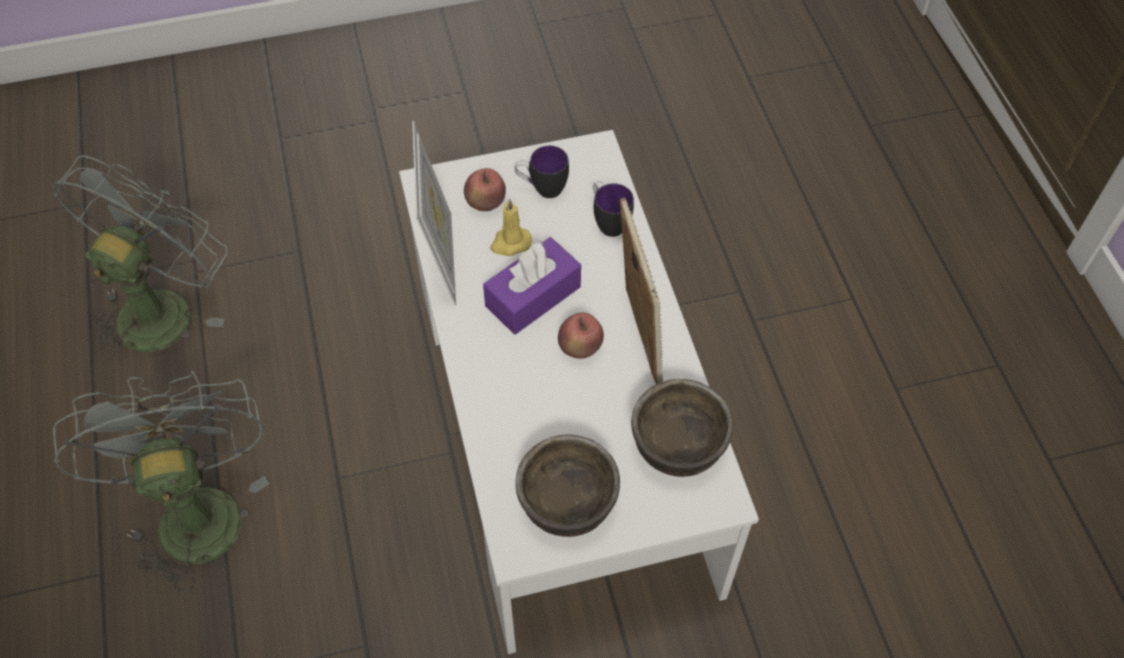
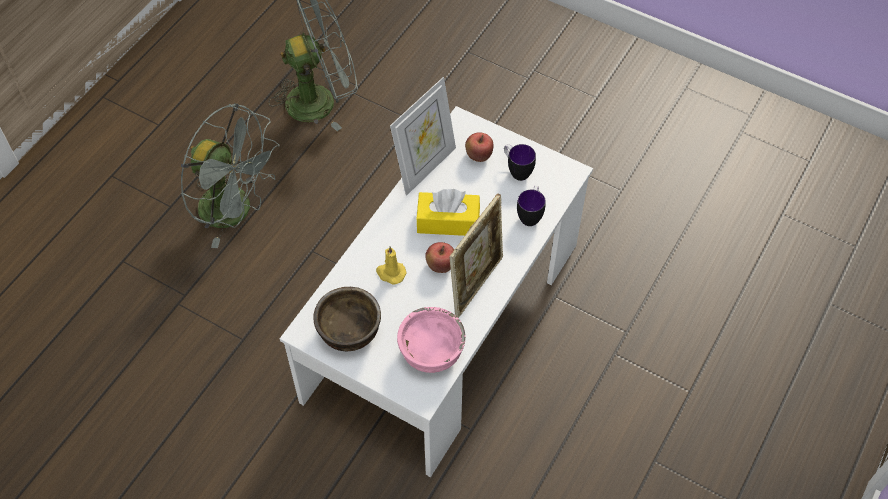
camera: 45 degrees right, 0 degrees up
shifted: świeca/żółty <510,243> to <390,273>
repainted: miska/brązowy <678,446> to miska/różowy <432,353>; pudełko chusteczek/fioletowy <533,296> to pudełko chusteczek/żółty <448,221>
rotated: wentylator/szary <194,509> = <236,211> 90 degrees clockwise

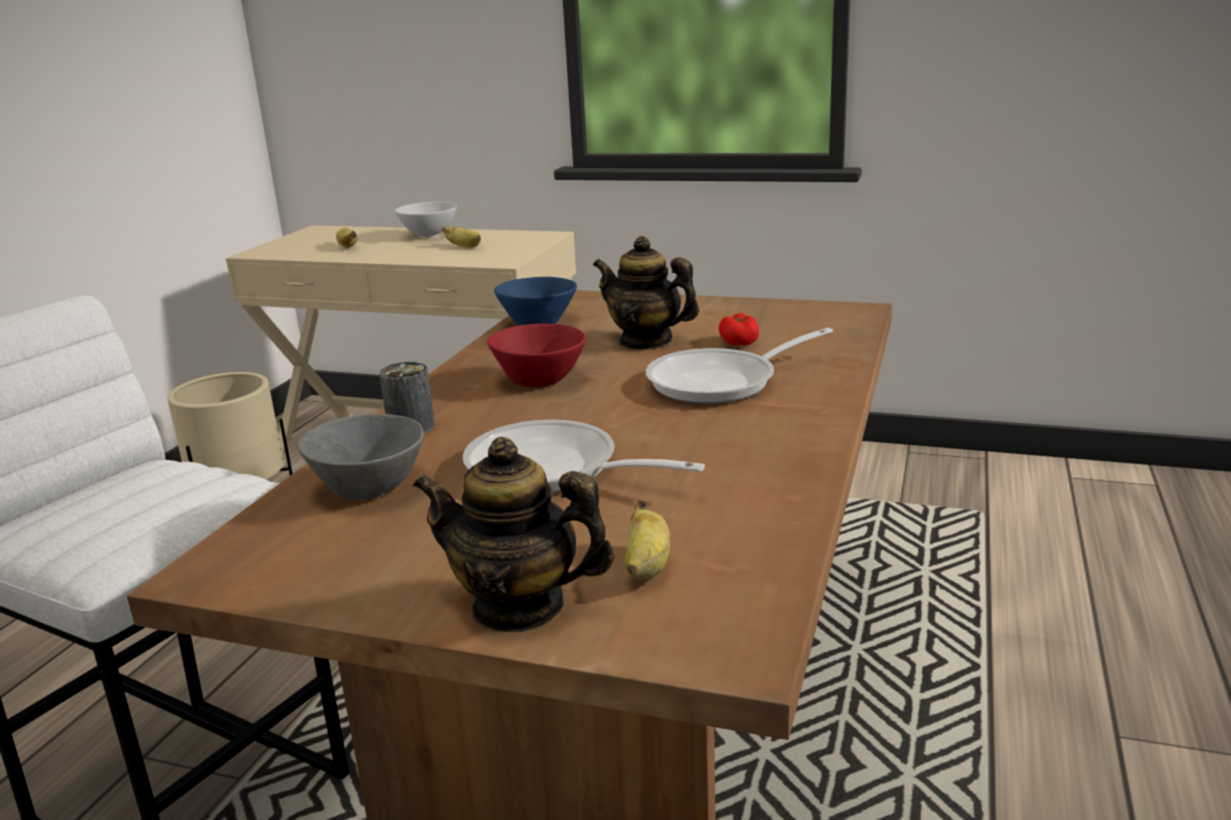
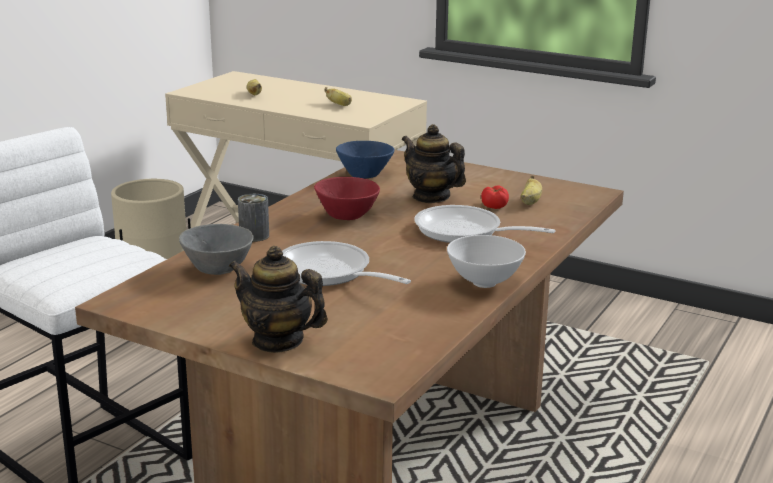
camera: 10 degrees right, 0 degrees up
shifted: miska/biały <430,236> to <485,282>; banan <646,567> to <530,202>
rotated: patelnia <722,382> = <465,232> 45 degrees clockwise

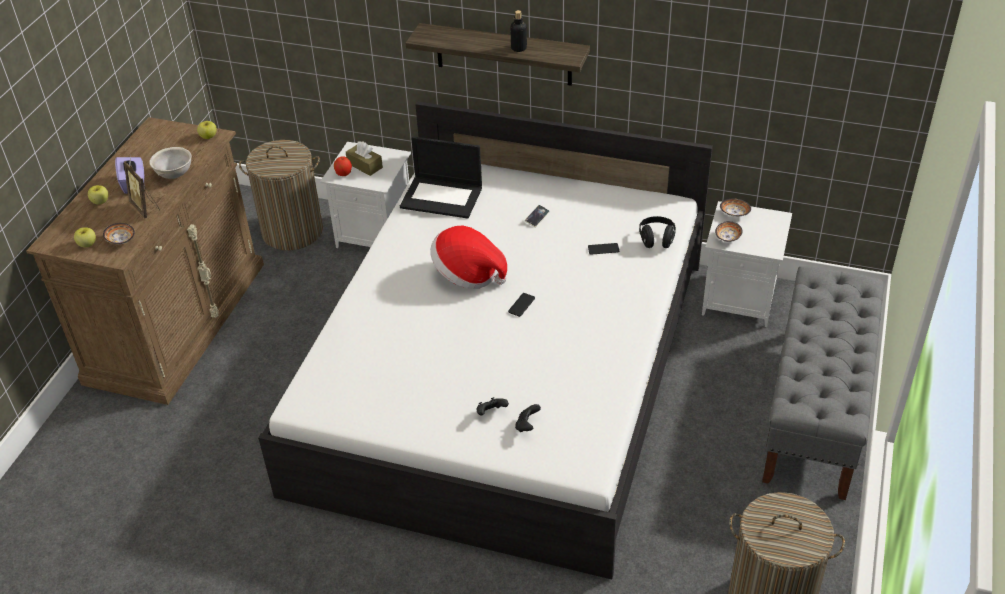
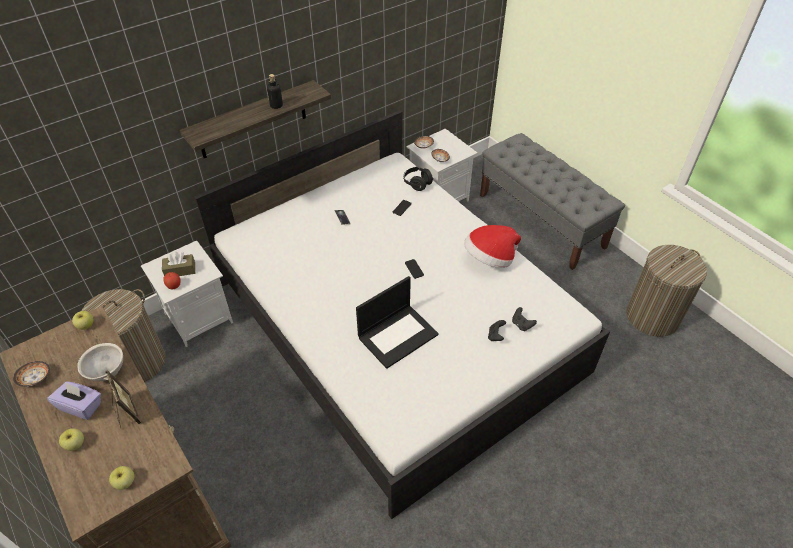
camera: 55 degrees left, 5 degrees up
shifted: miska <121,240> to <35,379>; laptop <442,197> to <398,335>; kapelusz <467,274> to <489,259>
rotated: ramka na zdjęcie <145,208> = <127,413> 120 degrees counterclockwise

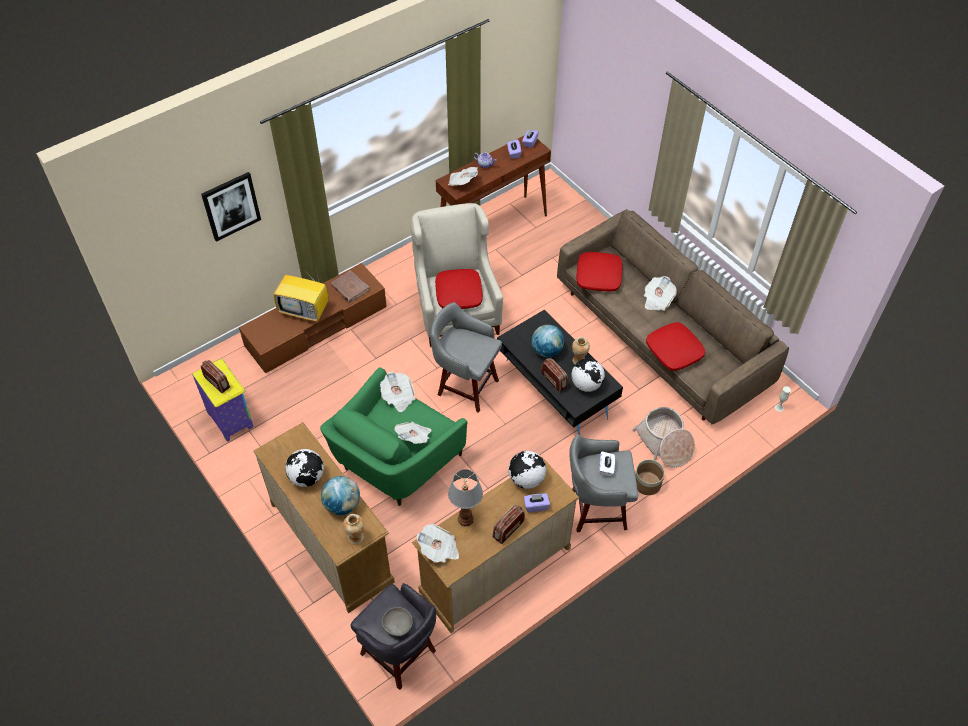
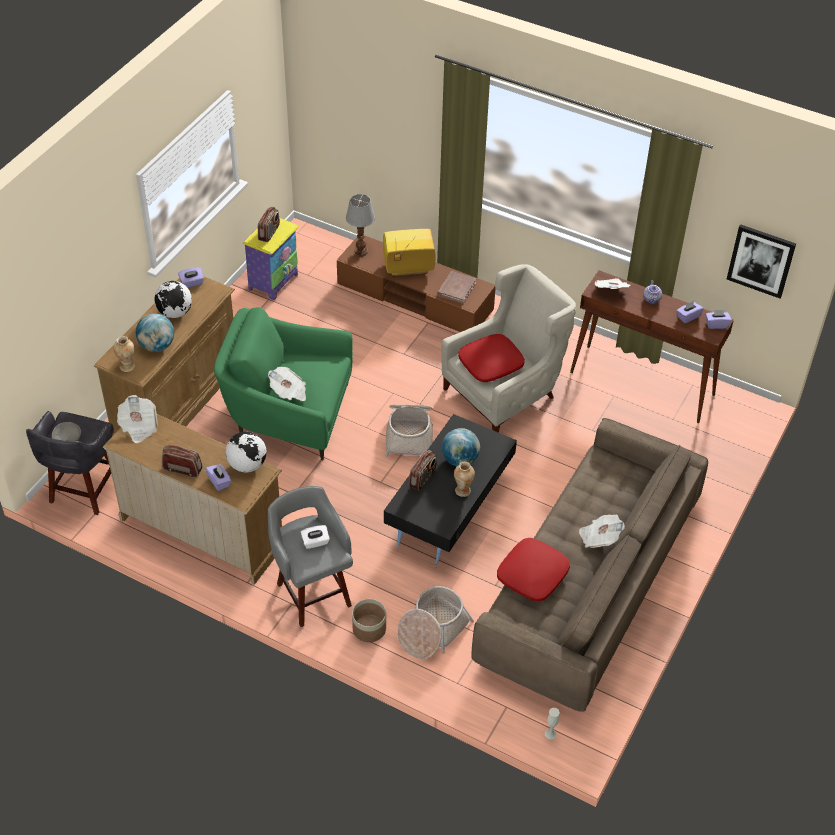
camera: 65 degrees right, 5 degrees down
gone: gazeta <398,397>; globus <586,384>; poduszka/czerwony <598,276>
new: pudełko chusteczek/fioletowy <192,283>
shifted: lampa stołowa <466,519> to <361,252>; obraz <231,206> to <761,260>
swapped: stołek/szary <465,386> to koszyk <409,434>
rotated: telewizor <305,311> = <407,269> 90 degrees clockwise

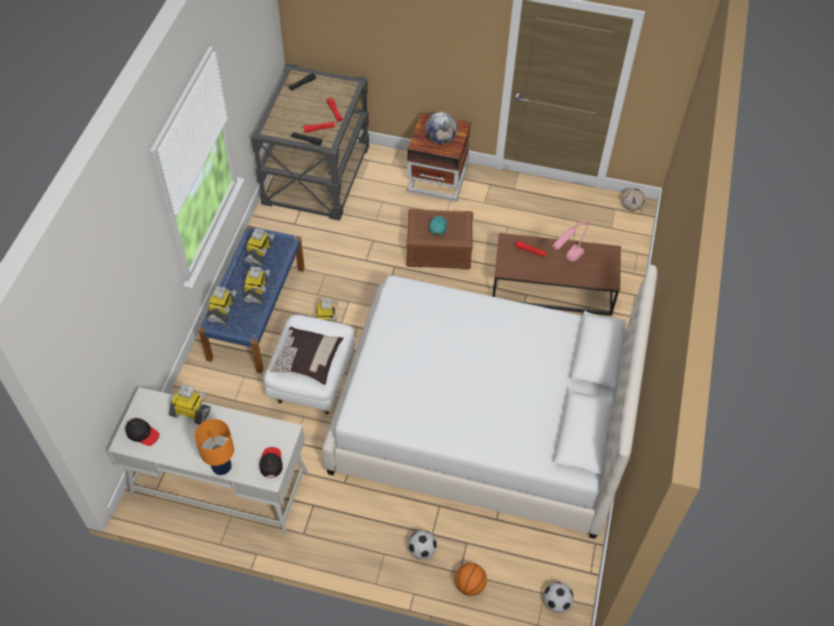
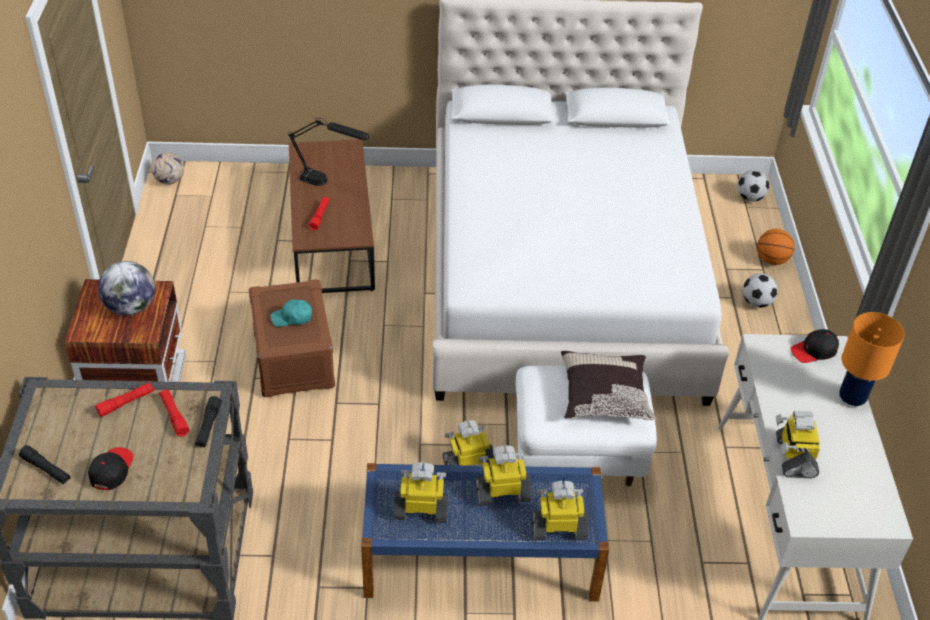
camera: 105 degrees left, 10 degrees down
shifted: czapka z daszkiem/czarny <142,434> to <111,470>
repainted: lampa stołowa/różowy <566,262> to lampa stołowa/czarny <329,184>

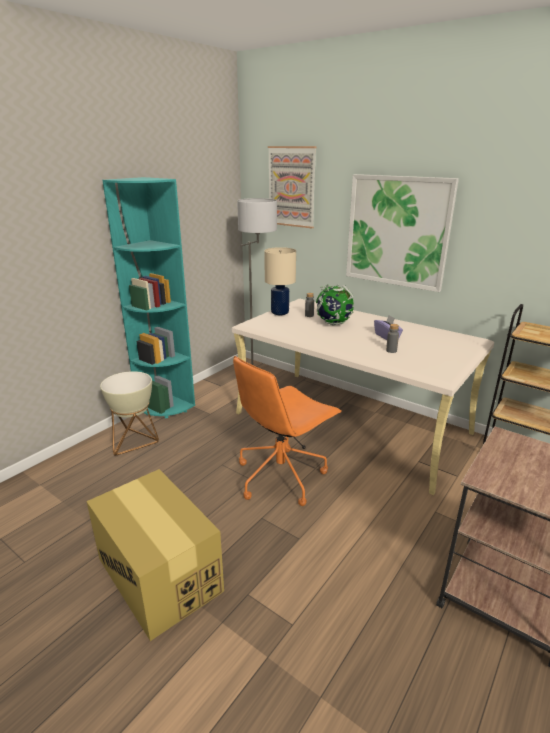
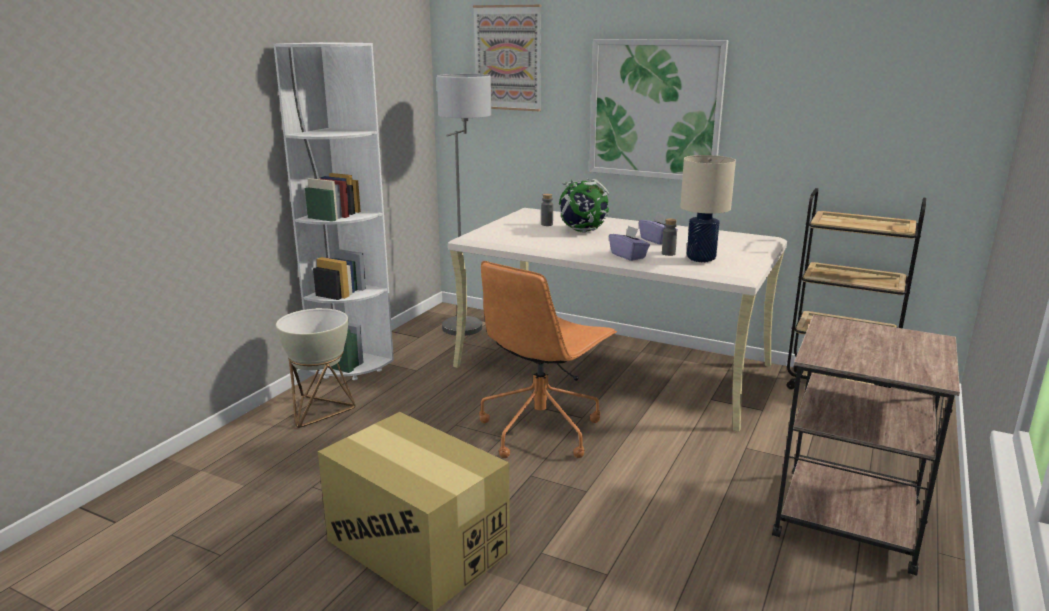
camera: 10 degrees left, 5 degrees down
new: pudełko chusteczek/fioletowy <628,256>
shifted: lampa stołowa/beżowy <279,314> to <700,260>
repainted: regał/turkusowy <166,411> to regał/biały <352,372>

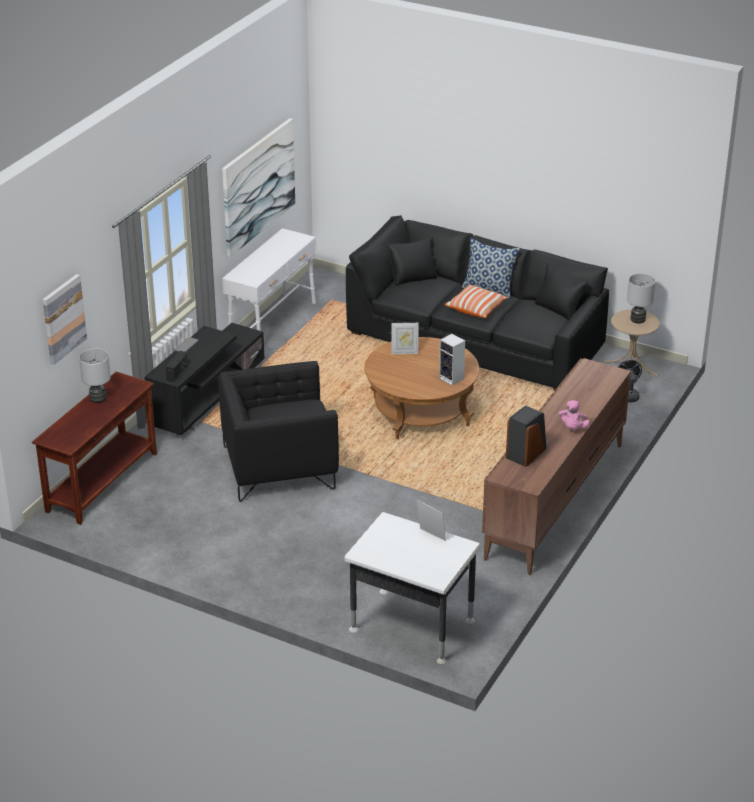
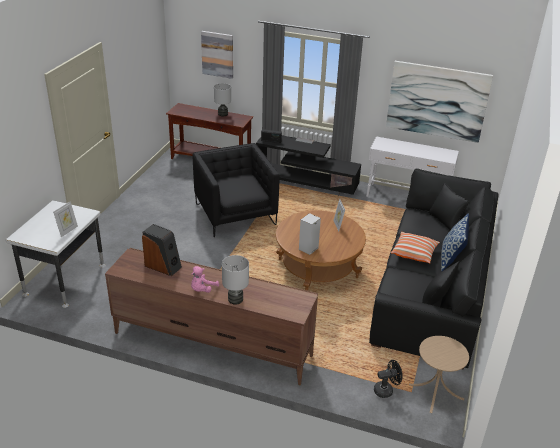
camera: 80 degrees right, 0 degrees up
shifted: lampa stołowa/szary <637,319> to <235,299>
rotated: pluszak/różowy <573,428> = <202,290> 60 degrees counterclockwise

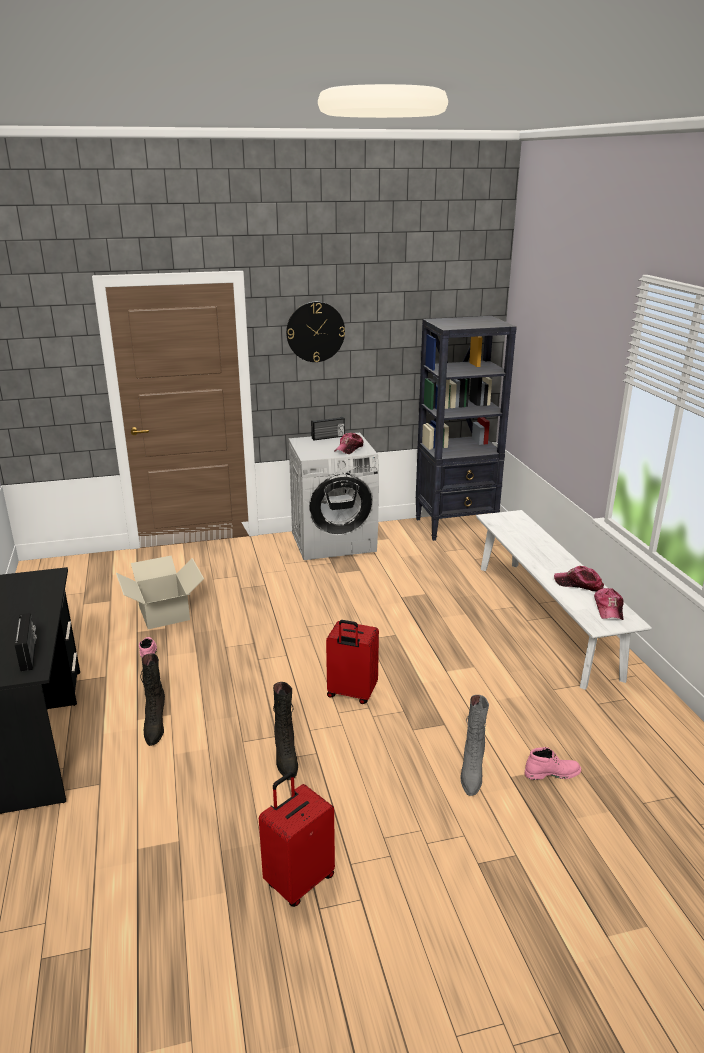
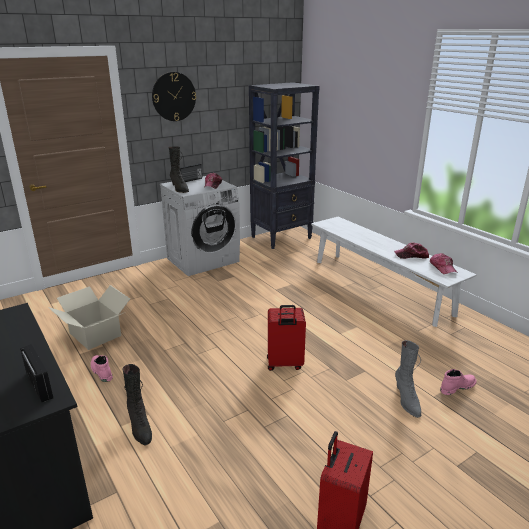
camera: 20 degrees left, 0 degrees up
shifted: but z cholewką/czarny <286,758> to <179,189>

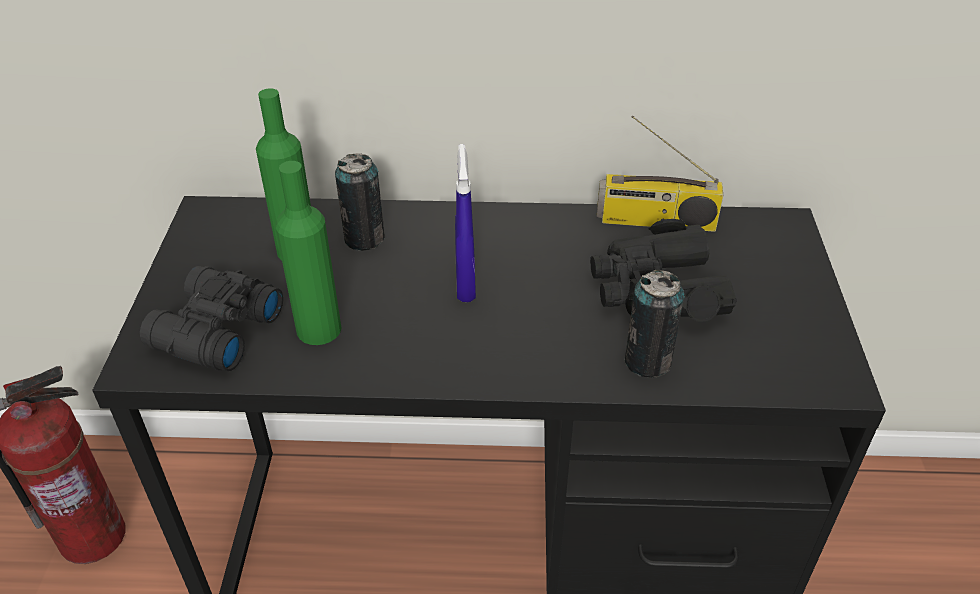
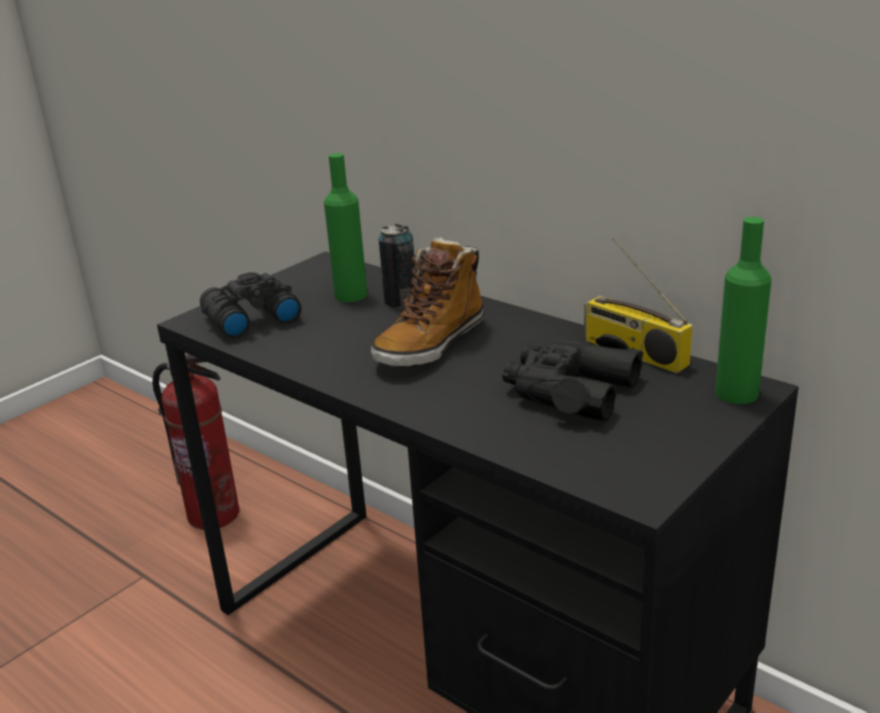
camera: 40 degrees right, 15 degrees down
gone: puszka <647,361>
shifted: butelka/zielony <319,329> to <736,393>
swapped: spryskiwacz/niebieski <465,285> to but z cholewką <431,344>

